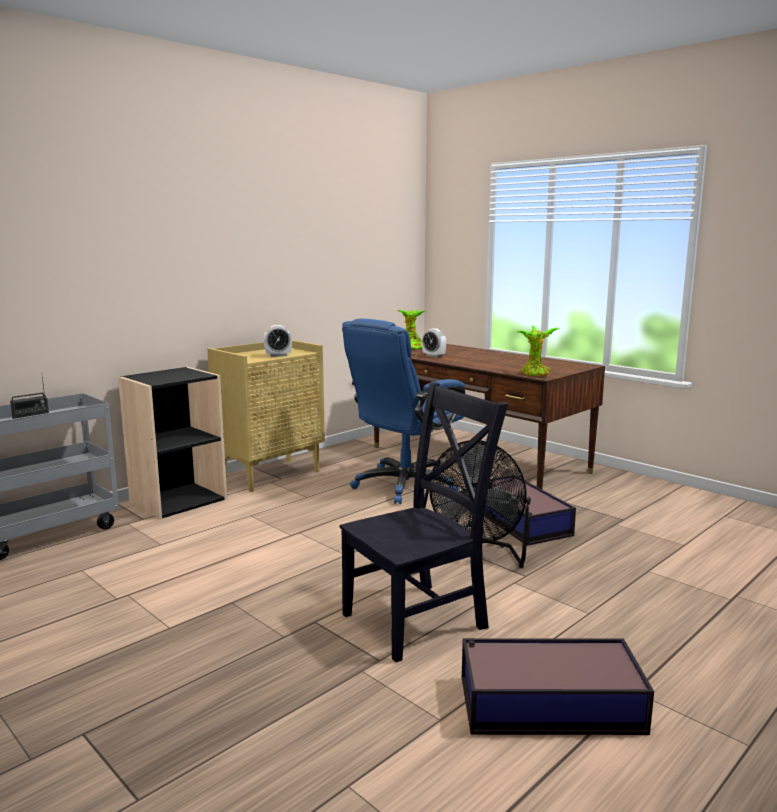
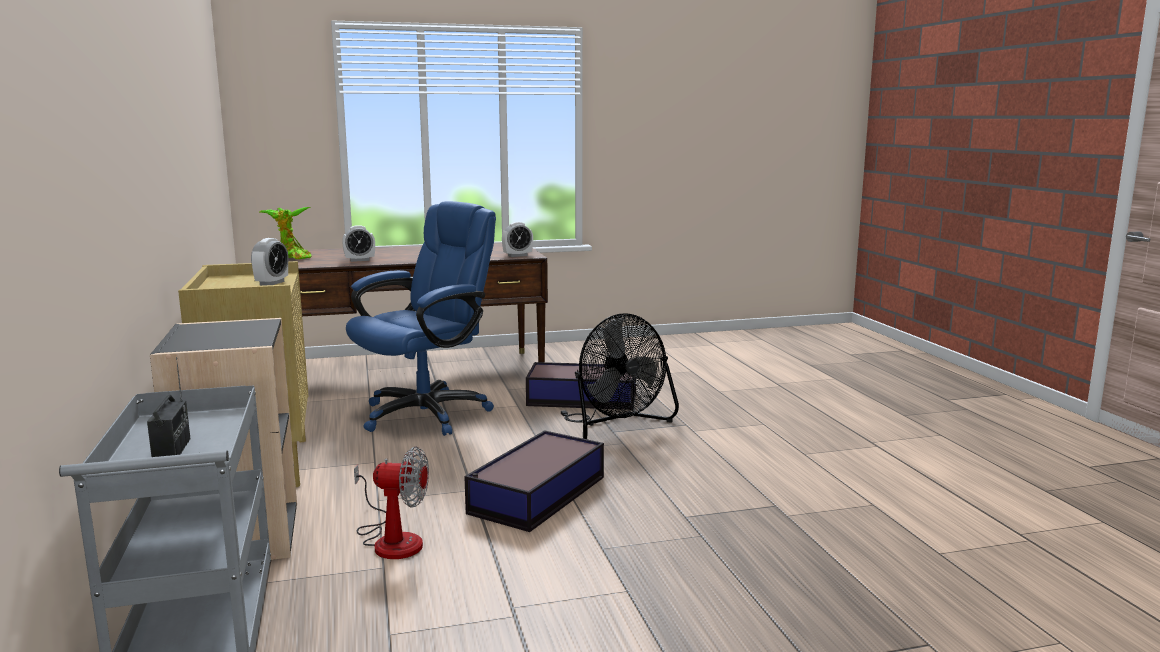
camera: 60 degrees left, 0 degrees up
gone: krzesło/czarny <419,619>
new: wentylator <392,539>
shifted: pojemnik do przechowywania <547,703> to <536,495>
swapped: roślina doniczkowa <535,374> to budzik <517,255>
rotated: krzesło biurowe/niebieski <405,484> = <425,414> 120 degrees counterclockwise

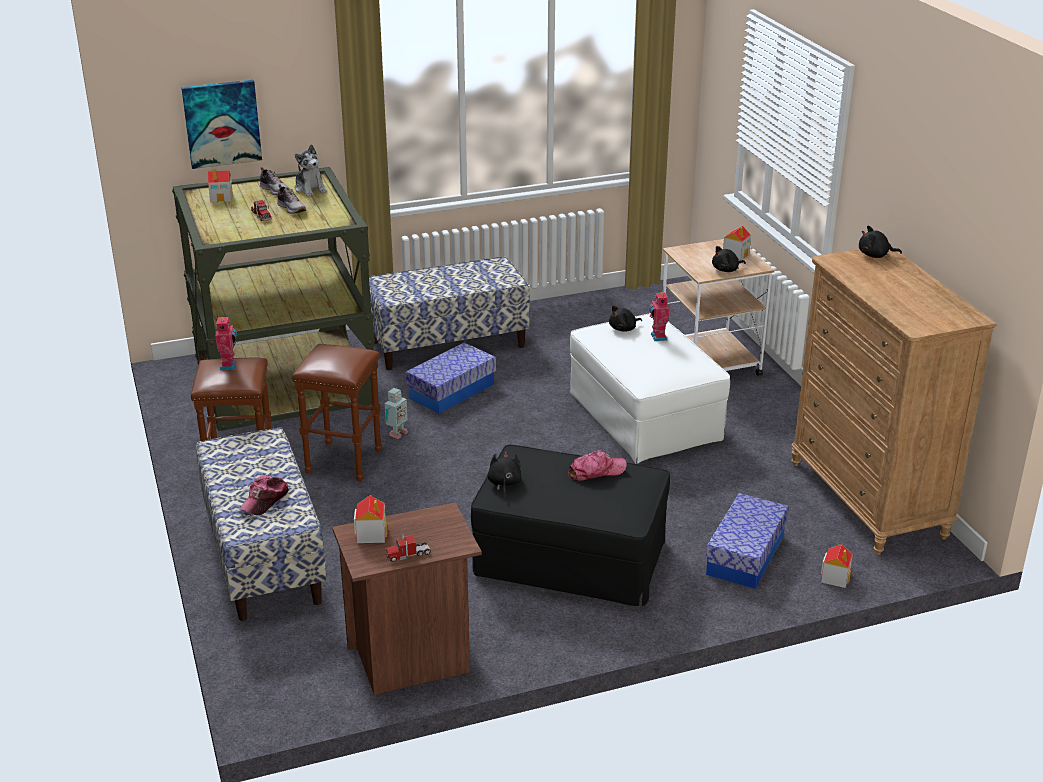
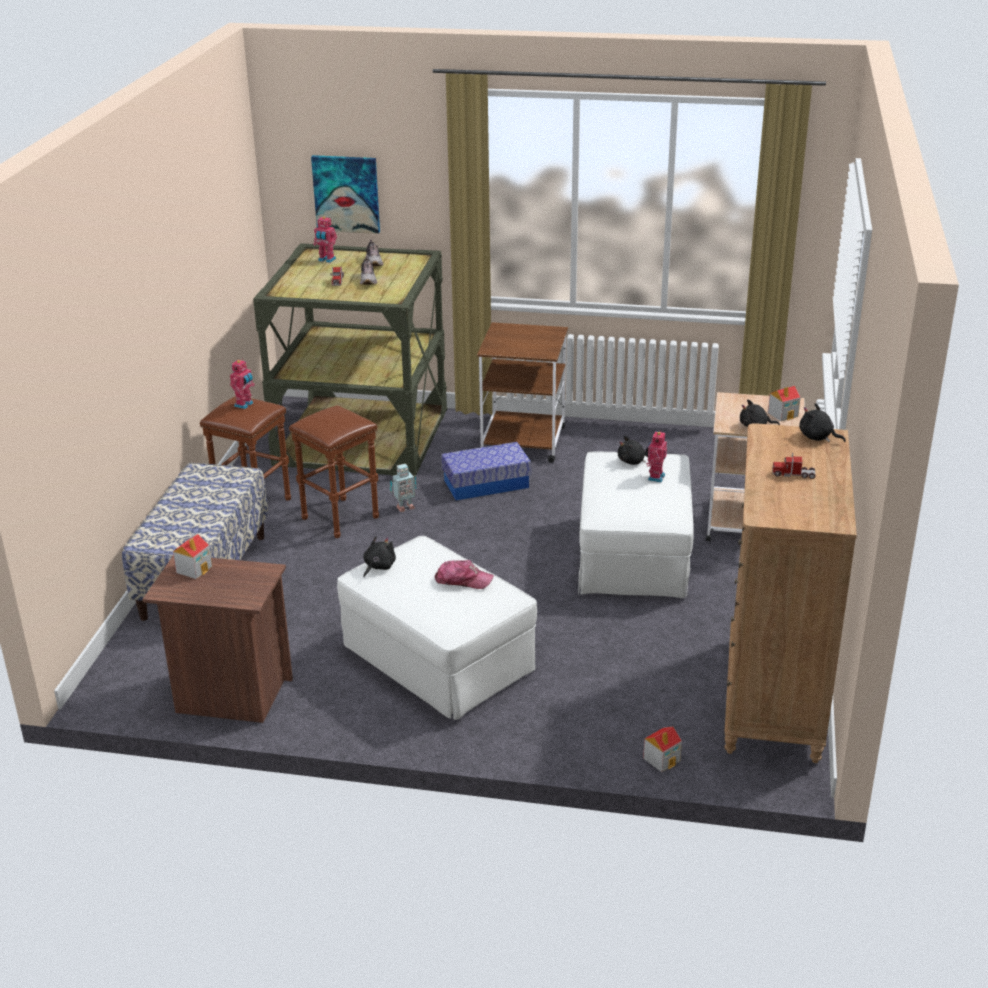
camera: 30 degrees right, 0 degrees up
gone: czapka z daszkiem <264,500>; pluszak <310,189>; pojemnik do przechowywania <745,555>
shifted: ciężarówka zabawkowa <408,555> to <793,474>
swapped: domek <222,197> to robot zabawkowy <326,260>; ławka <448,344> to wózek/brązowy <524,442>
repainted: pufa/czarny <571,559> to pufa/biały <438,659>

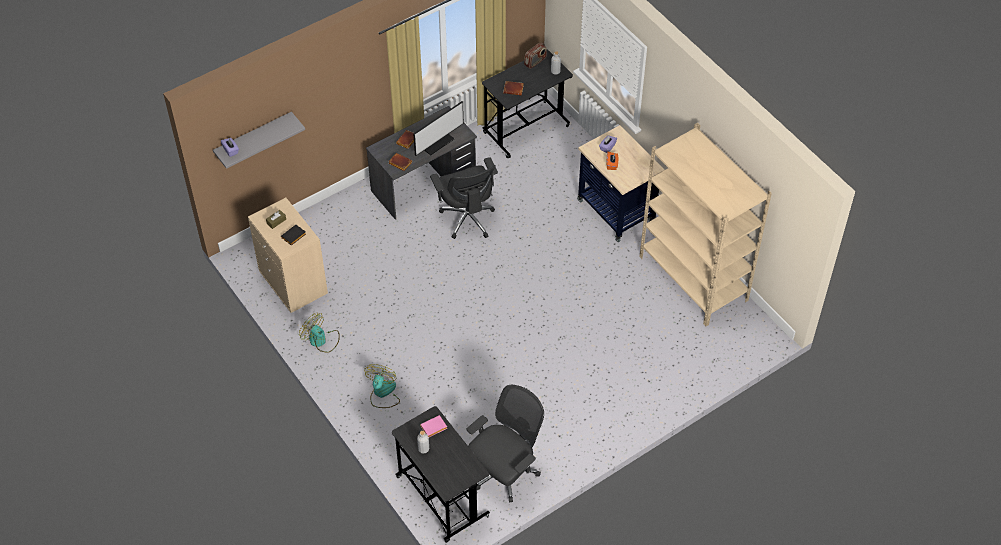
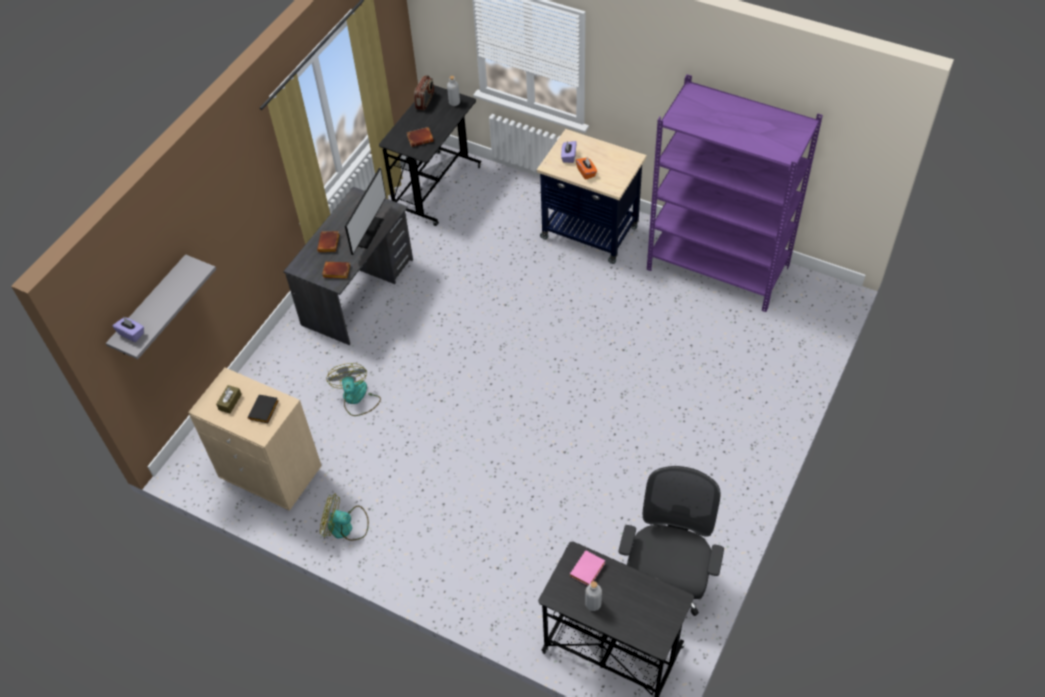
camera: 25 degrees left, 0 degrees up
gone: krzesło biurowe <467,217>
shifted: wentylator <383,393> to <356,398>
repainted: regał/beżowy <693,278> to regał/fioletowy <718,267>

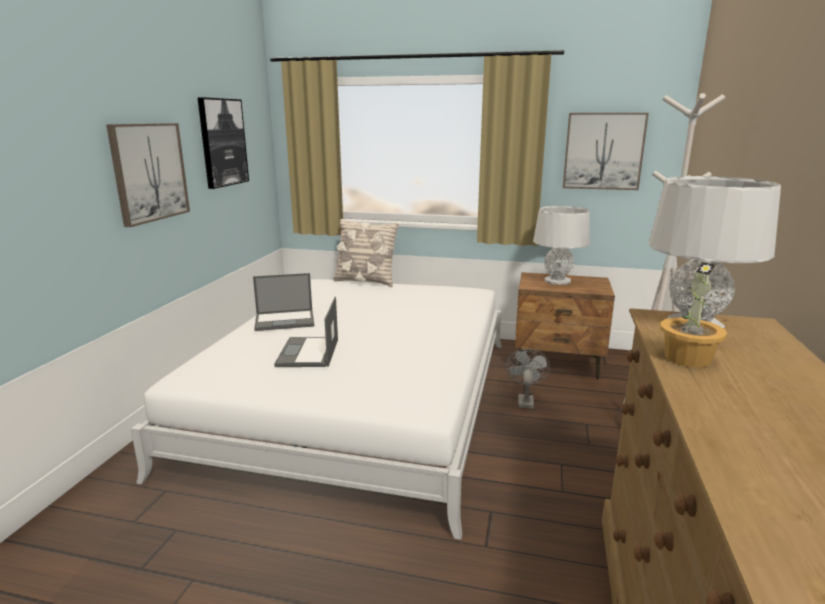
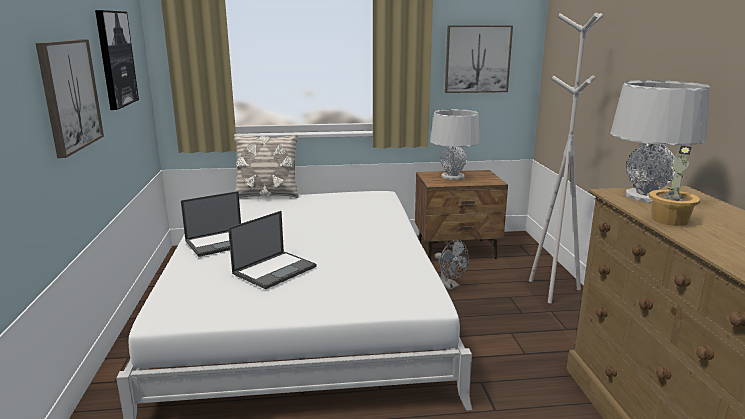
camera: 20 degrees left, 0 degrees up
rotated: laptop <308,353> = <275,269> 120 degrees counterclockwise; wentylator/szary <525,400> = <450,286> 150 degrees clockwise

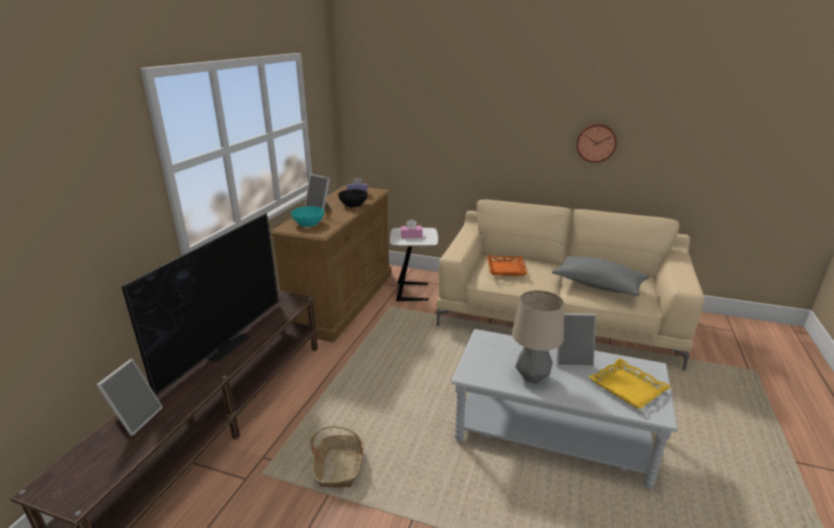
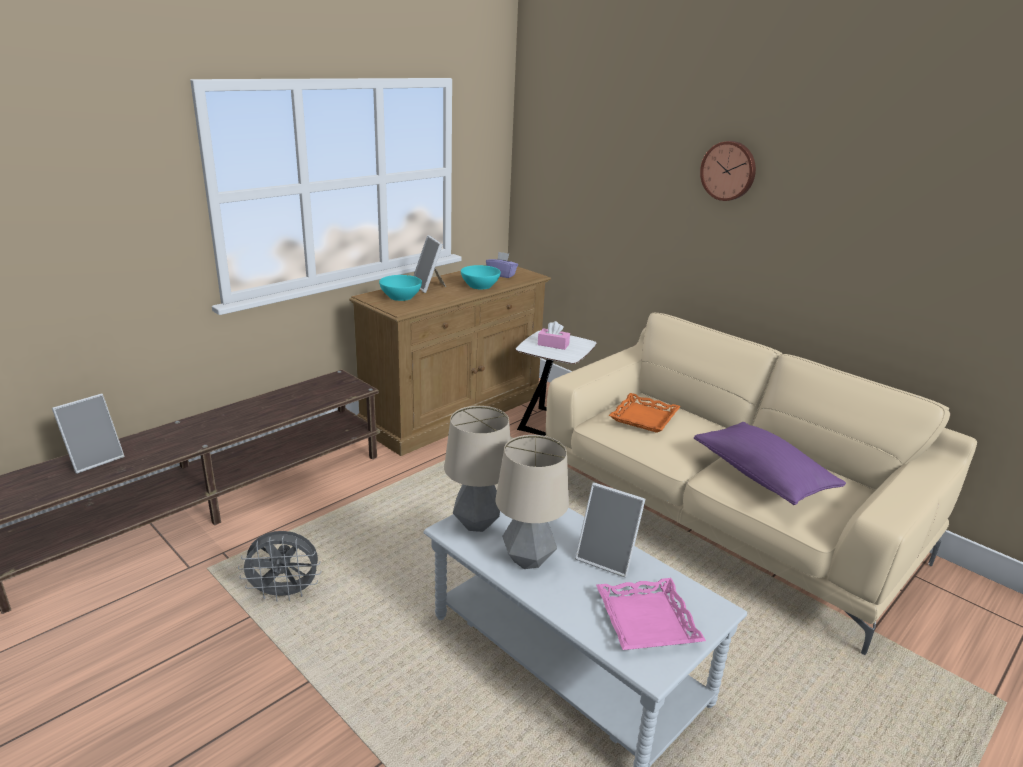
camera: 25 degrees right, 0 degrees up
gone: telewizor <224,344>
new: lampa stołowa <477,524>
shifted: zegar ścienny <596,142> to <729,170>
swapped: koszyk <339,467> to wentylator/szary <285,593>
repainted: miska/czarny <353,204> to miska/turkusowy <480,286>; taca/żółty <627,388> to taca/różowy <646,620>; poduszka/szary <598,285> to poduszka/fioletowy <762,476>

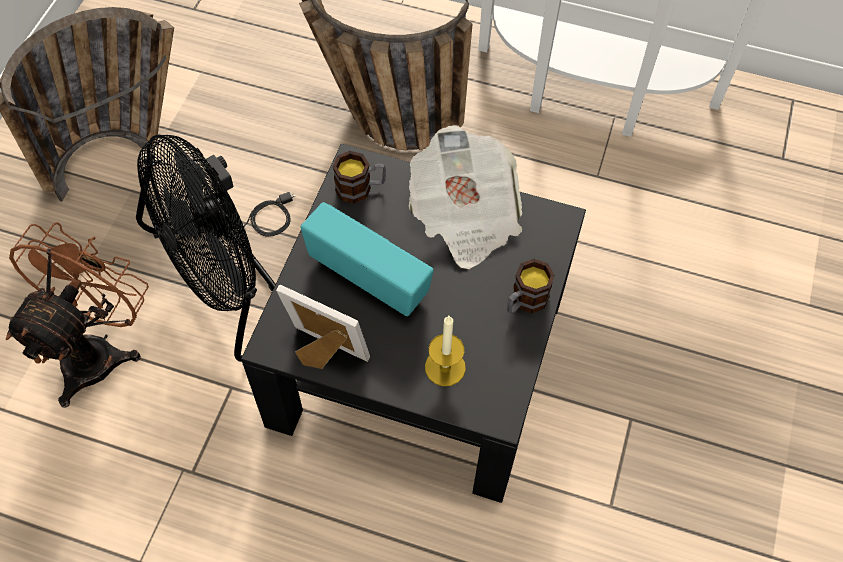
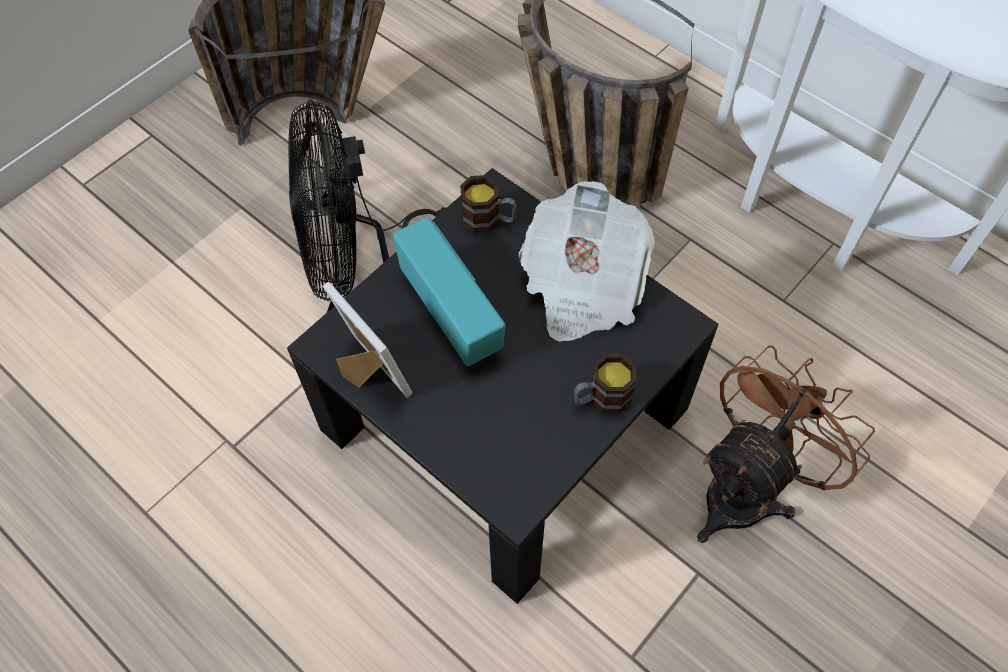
camera: 25 degrees right, 0 degrees up
gone: świeca <445,367>
shifted: wentylator/brązowy <98,349> to <746,488>

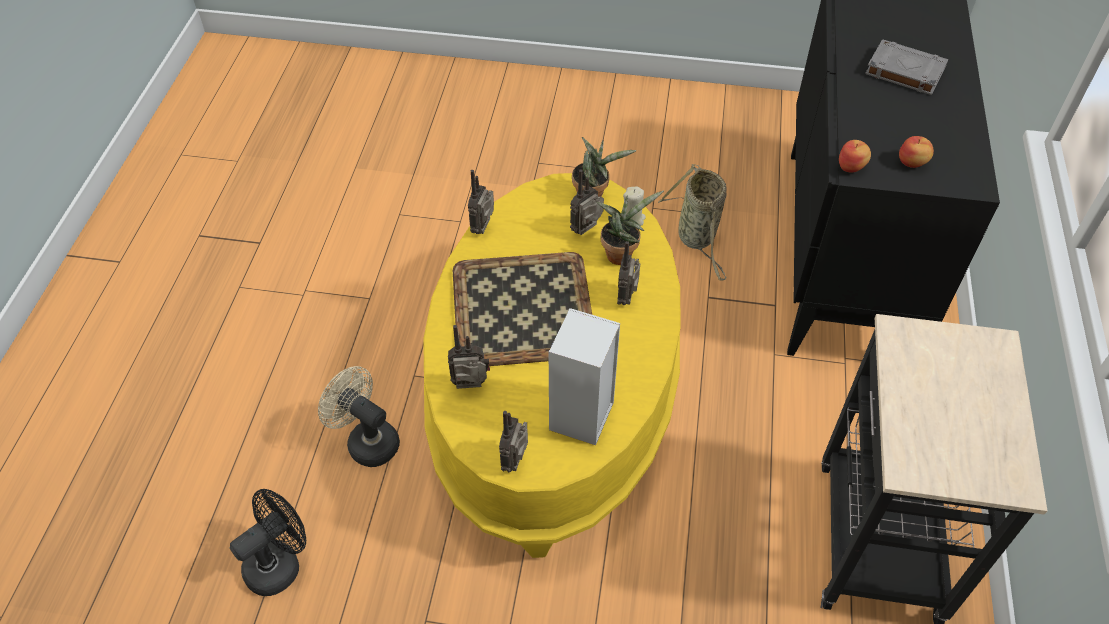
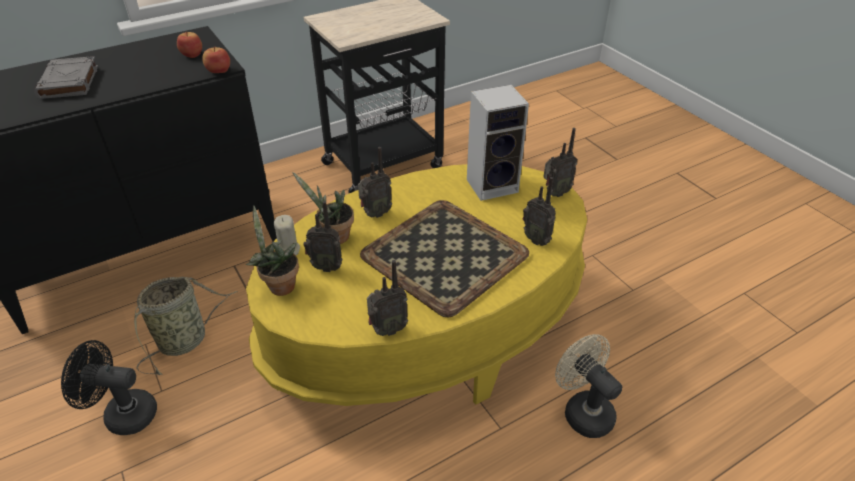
camera: 130 degrees left, 10 degrees down
shifted: wentylator/czarny <280,563> to <123,414>
rotated: wentylator/beżowy <367,441> = <582,410> 150 degrees clockwise

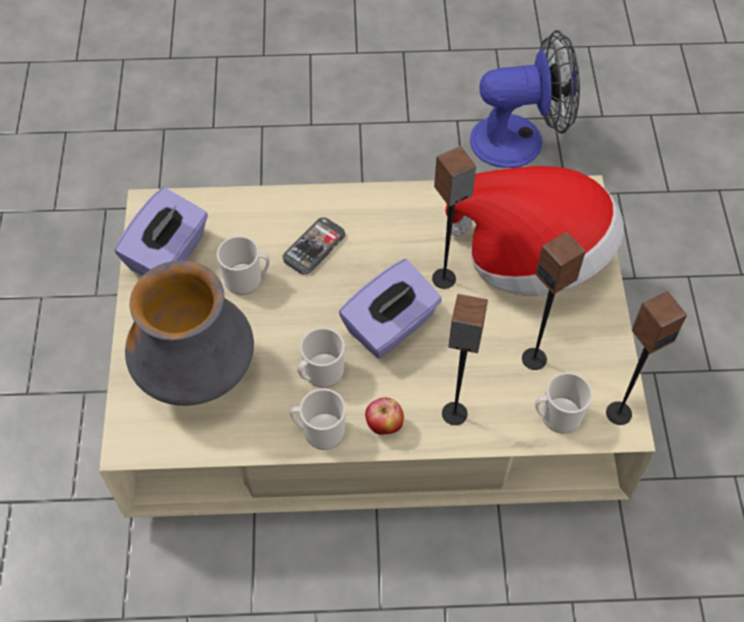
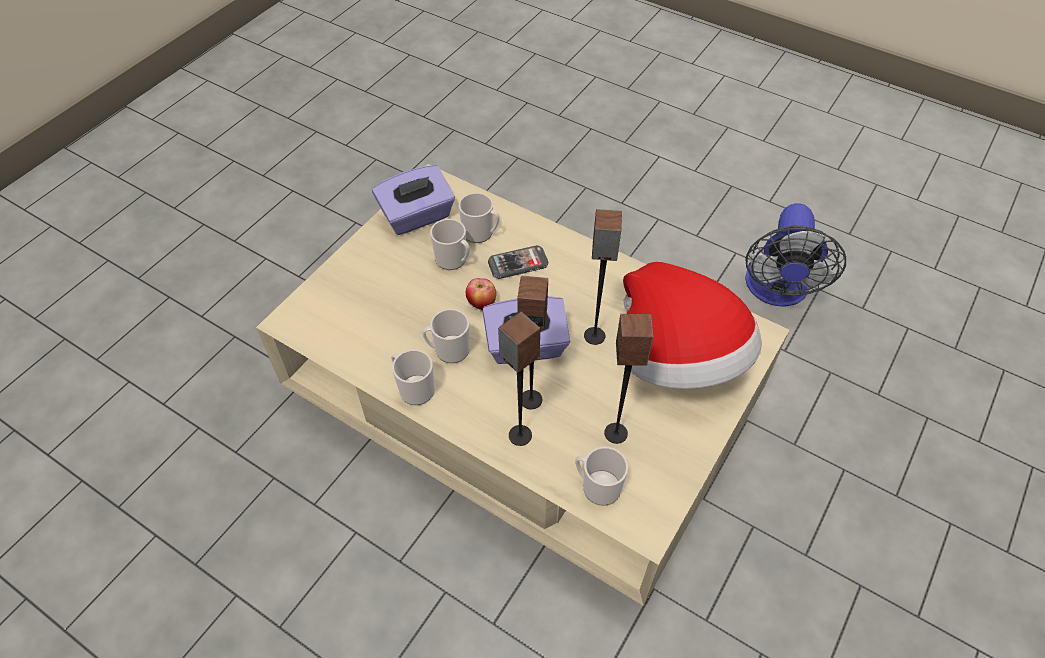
camera: 35 degrees right, 5 degrees down
gone: wazon <198,376>
new: kubek <481,233>
shifted: jabłko <384,426> to <481,304>; głośnik <618,412> to <531,399>
rotated: wentylator <520,139> = <776,291> 75 degrees clockwise

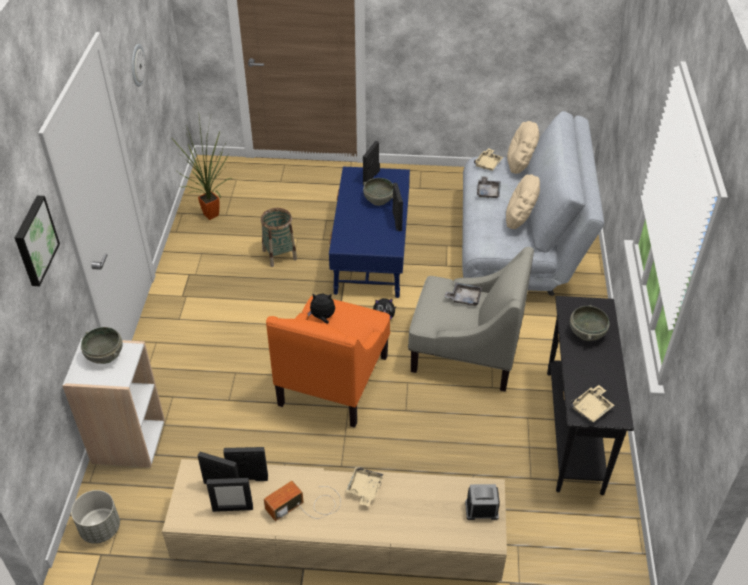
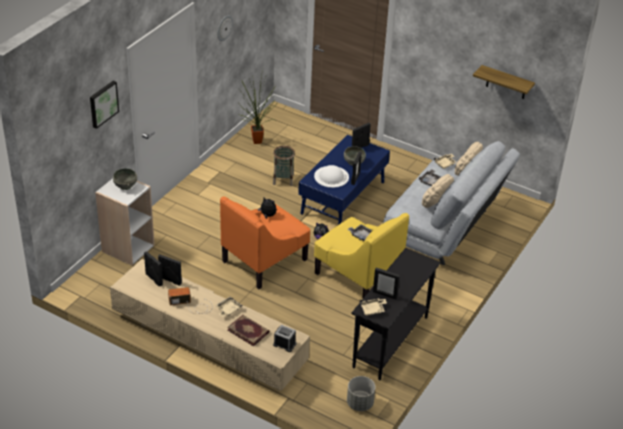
camera: 25 degrees right, 5 degrees down
gone: miska/szary <586,333>
new: książka <248,331>; kapelusz/biały <331,176>; półka <506,83>
shifted: donica/szary <100,529> to <360,403>; ramka na zdjęcie <232,507> to <385,294>
repainted: fotel/szary <464,353> to fotel/żółty <356,276>

